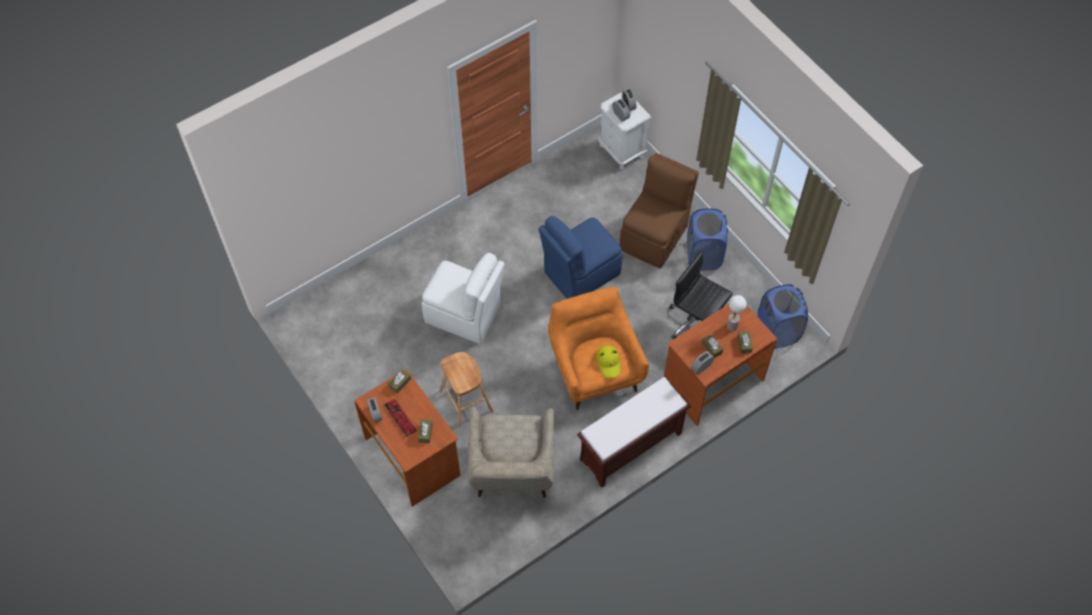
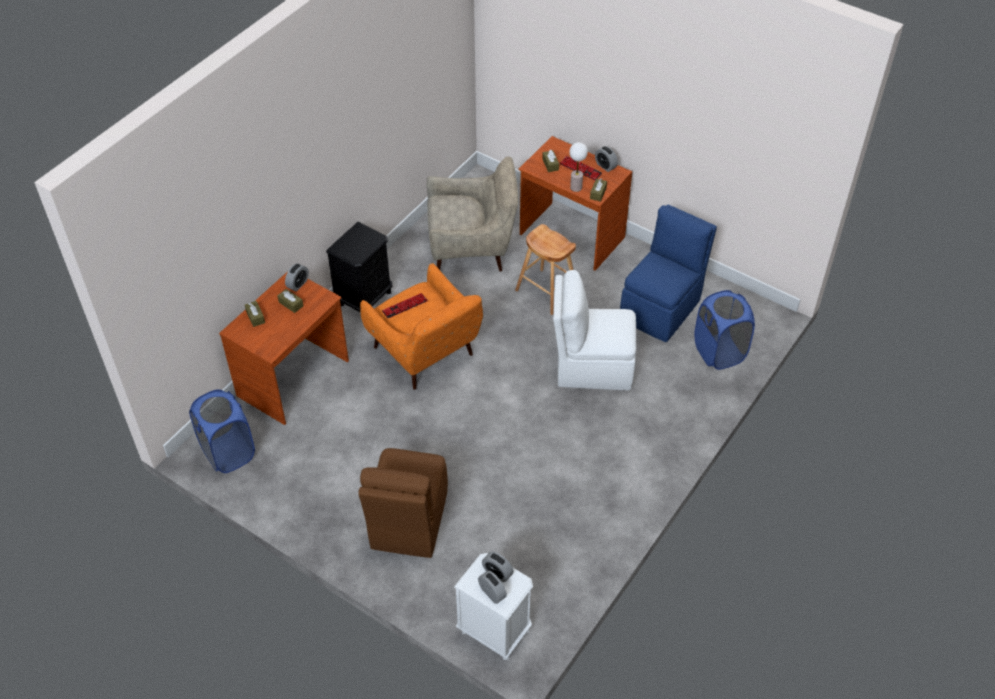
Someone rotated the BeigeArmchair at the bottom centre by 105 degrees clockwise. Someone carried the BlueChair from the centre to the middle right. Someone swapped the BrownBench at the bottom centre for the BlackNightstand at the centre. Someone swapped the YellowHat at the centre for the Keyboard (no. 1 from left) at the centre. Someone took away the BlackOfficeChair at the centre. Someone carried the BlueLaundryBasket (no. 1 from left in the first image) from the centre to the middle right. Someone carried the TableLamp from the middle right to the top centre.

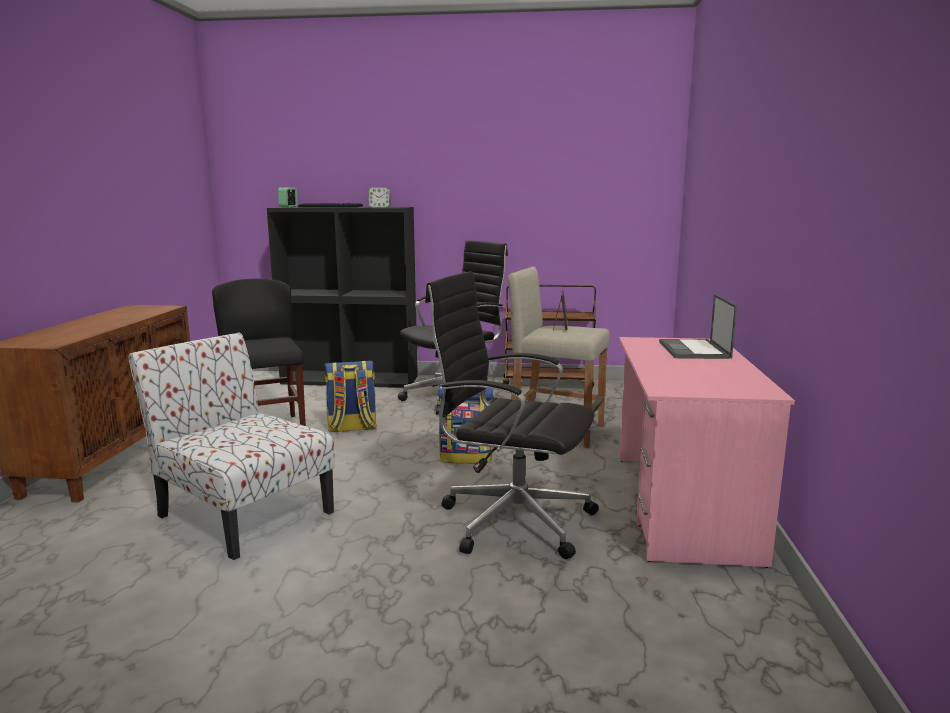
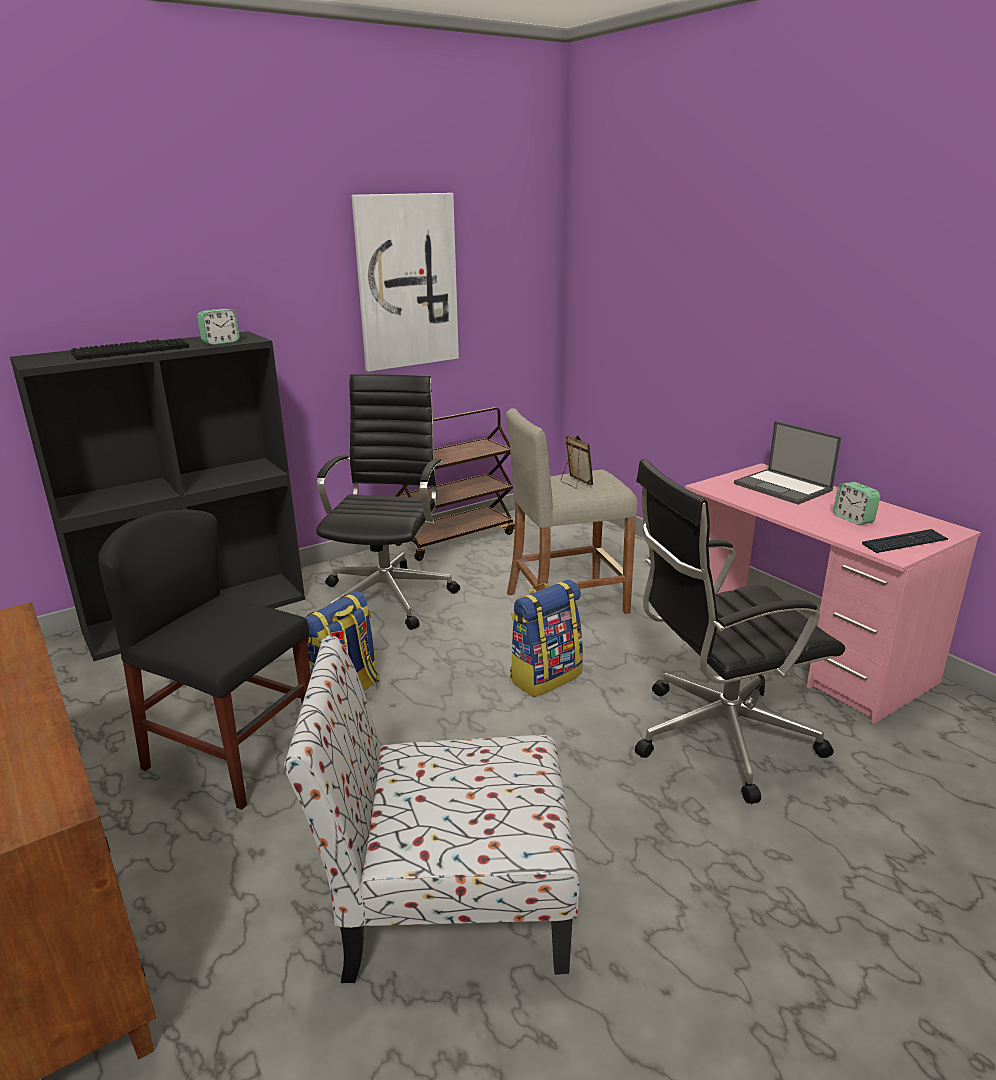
Someone carried the AlarmClock (no. 1 from left in the first image) from the top left to the middle right. Someone put up the Picture at the top centre. Someone put down the Keyboard (no. 2 from left) at the middle right.

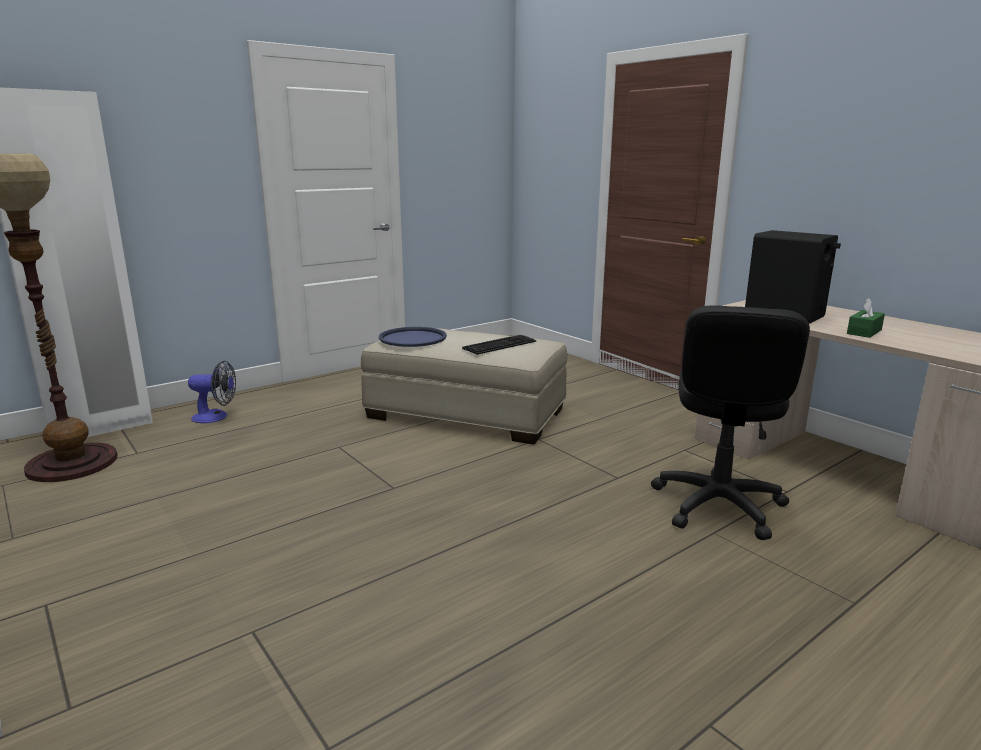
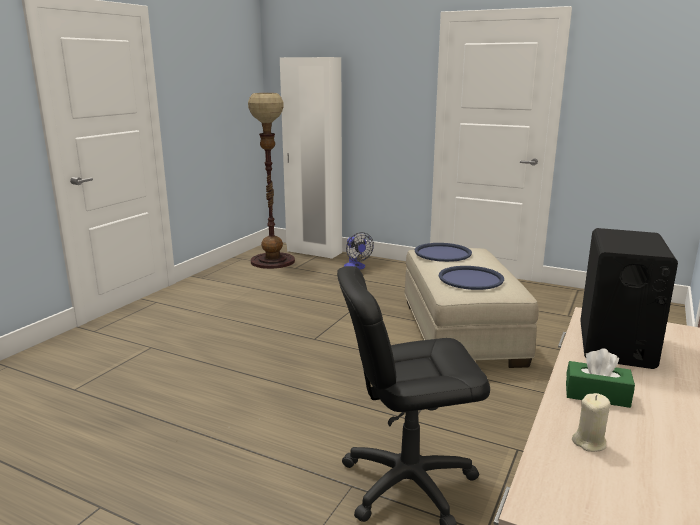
Someone swapped the Keyboard at the centre for the BlueTray (no. 2 from left) at the middle right. Someone put down the BeigeCandle at the bottom right.

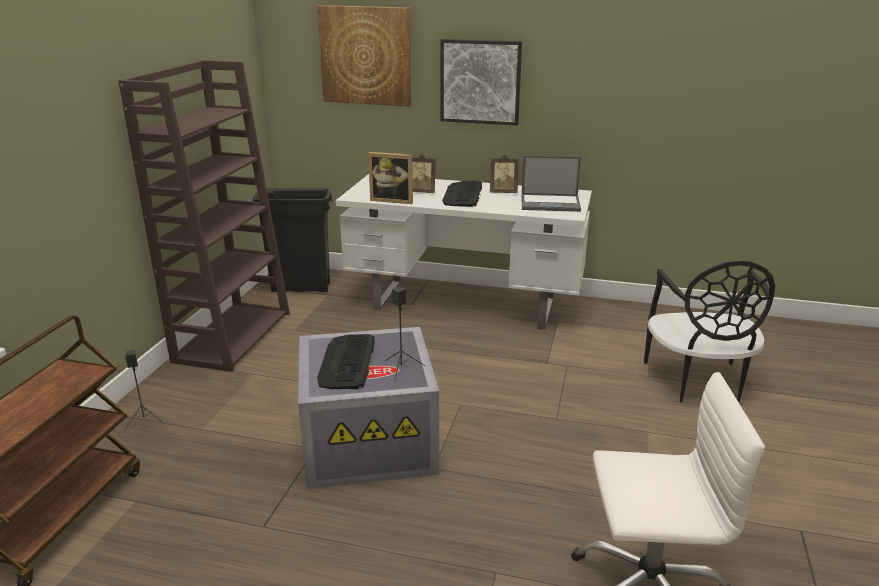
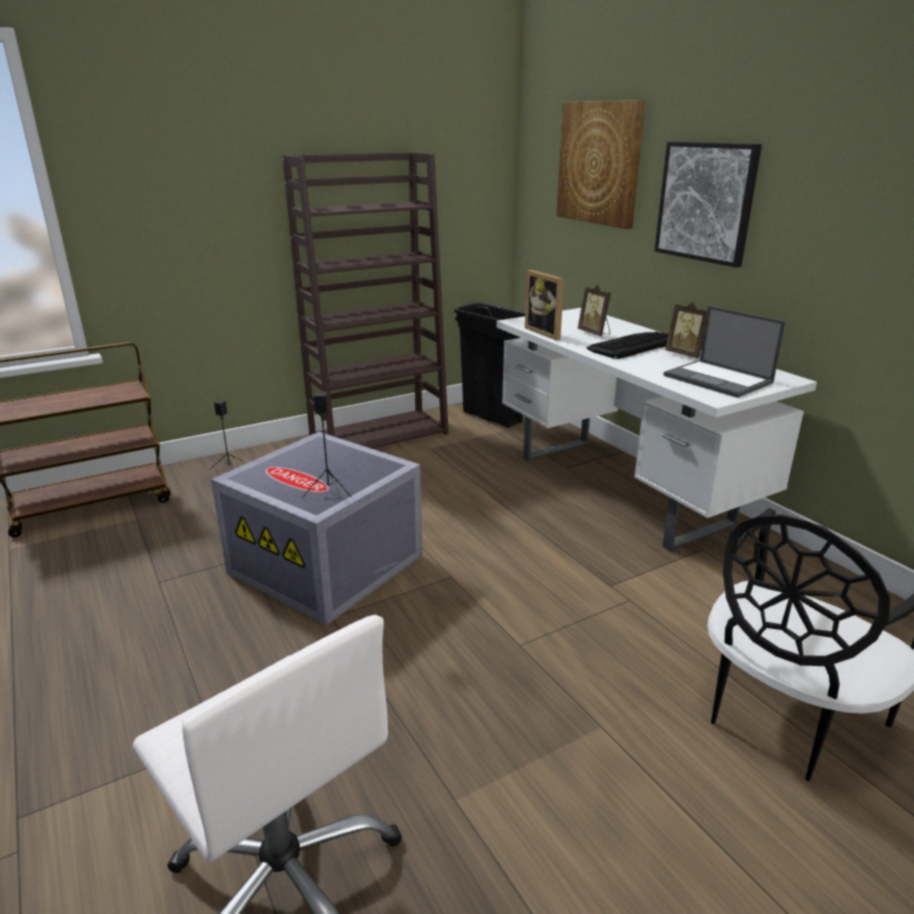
Someone took away the Keyboard (no. 1 from left) at the centre.

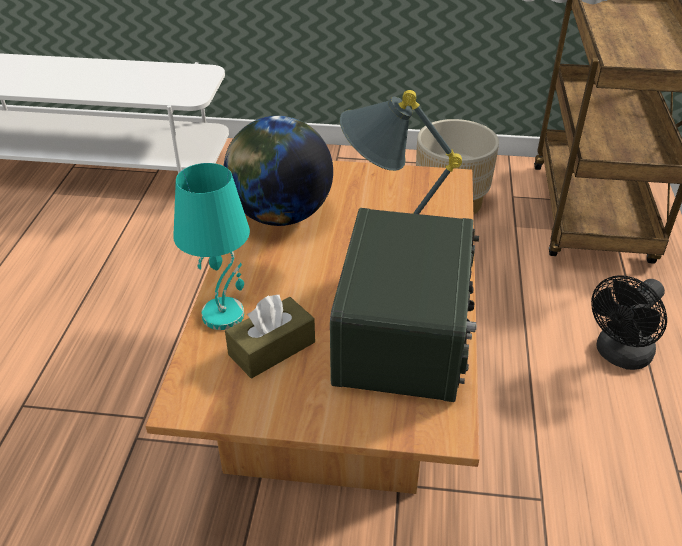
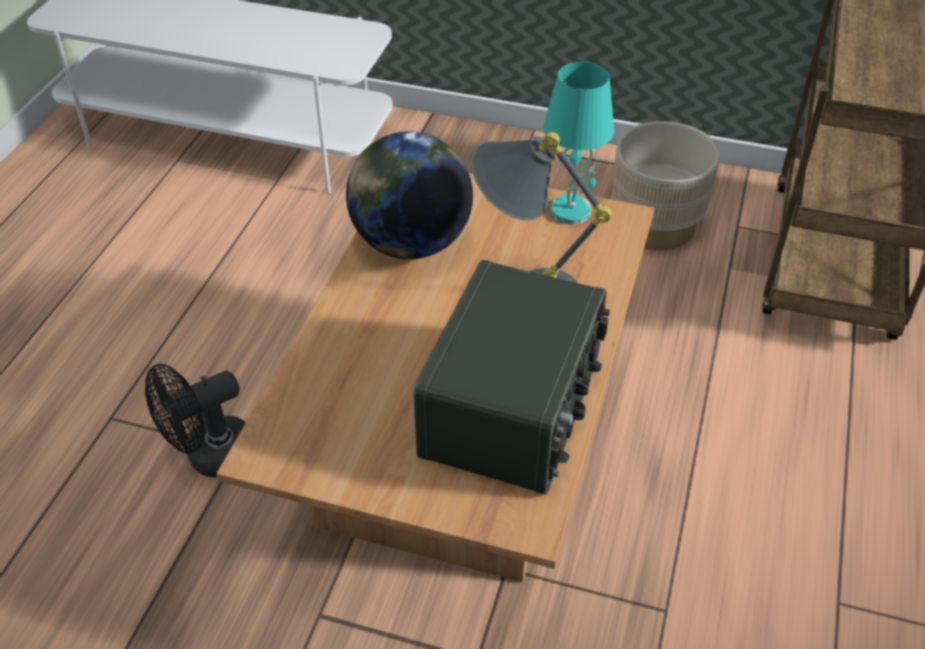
Someone carried the TurquoiseTableLamp from the middle left to the top centre. Someone took away the BrownTissueBox at the centre. Someone carried the BlackFan from the middle right to the middle left.

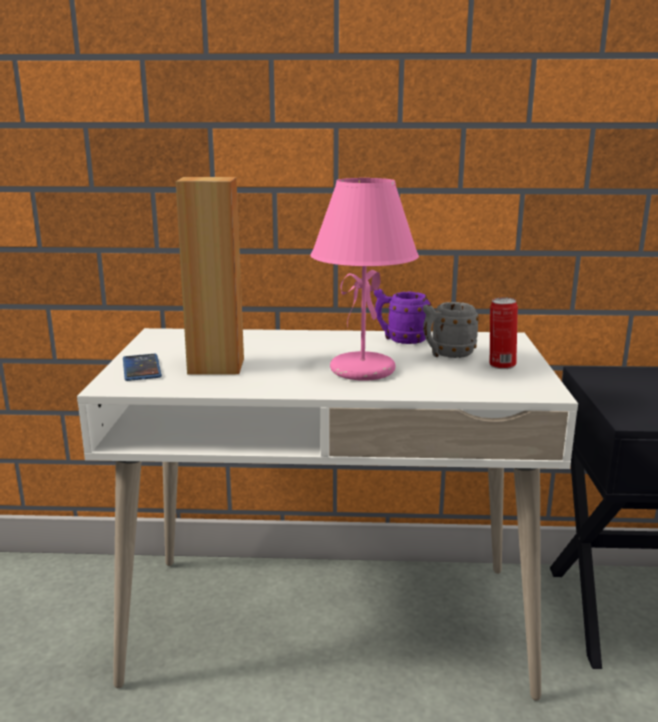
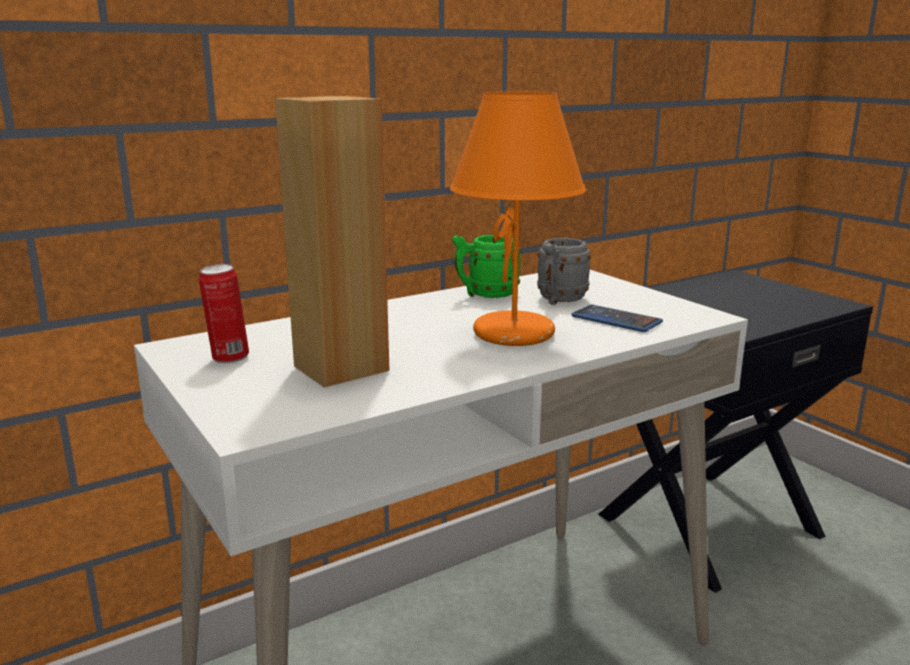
Someone carried the Phone from the middle left to the middle right. Someone repainted the PinkTableLamp at the centre, which became the OrangeTableLamp at the top centre. Someone repainted the PurpleMug at the centre, which became the GreenMug at the centre. Someone carried the Can from the middle right to the middle left.

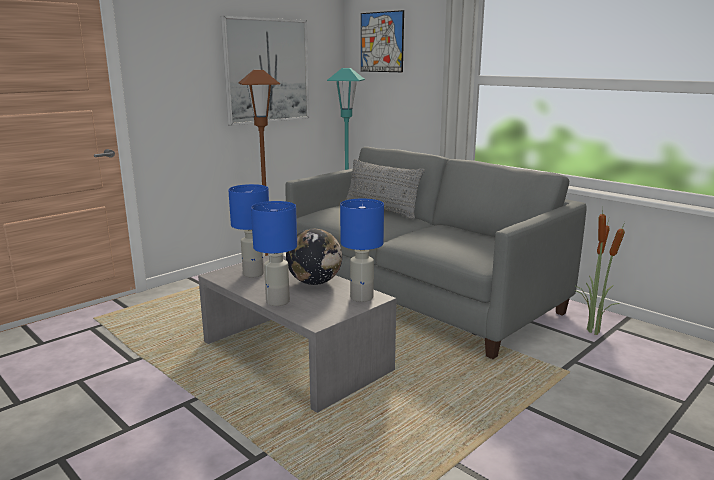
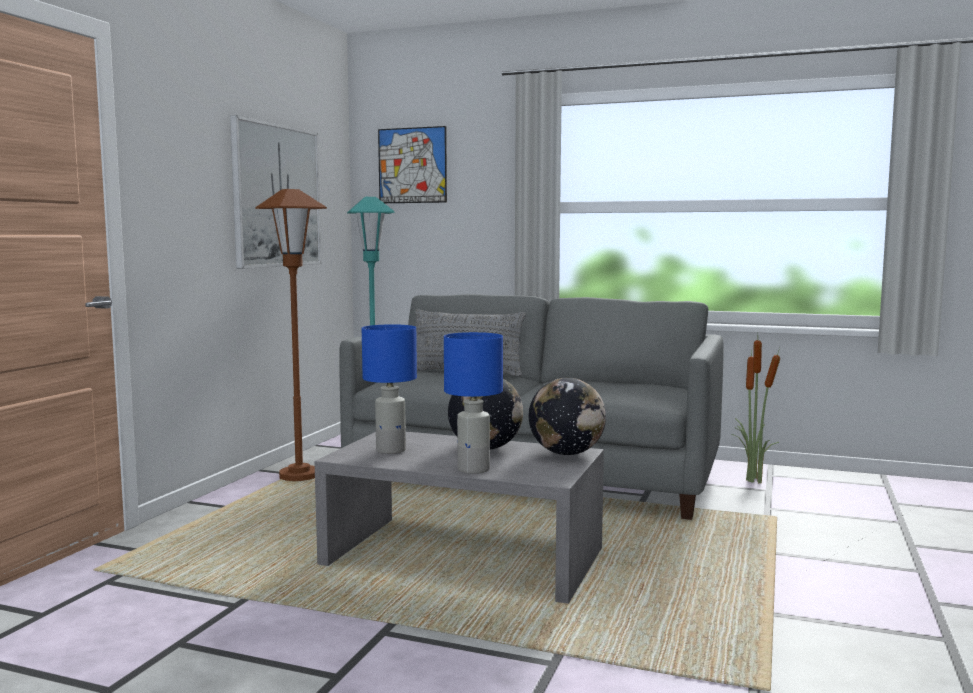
Someone swapped the BlueTableLamp (no. 3 from left) at the centre for the Globe (no. 2 from left) at the centre.

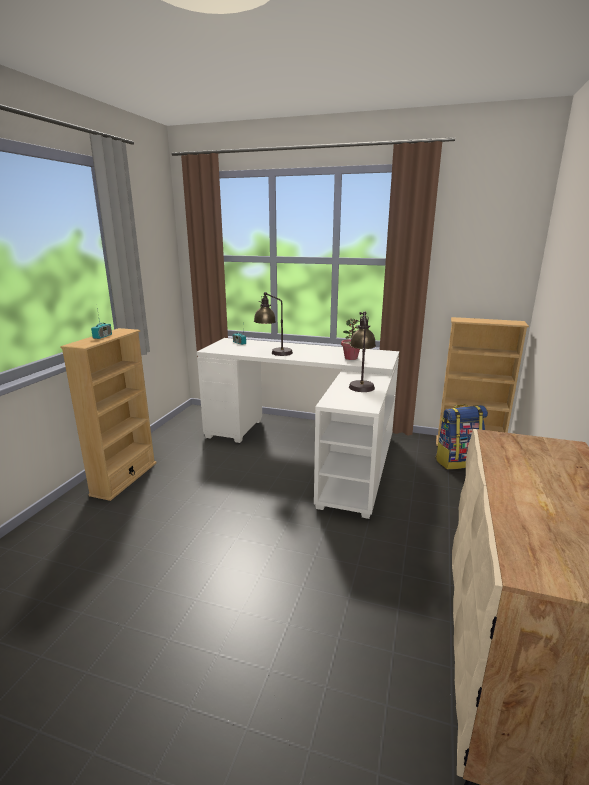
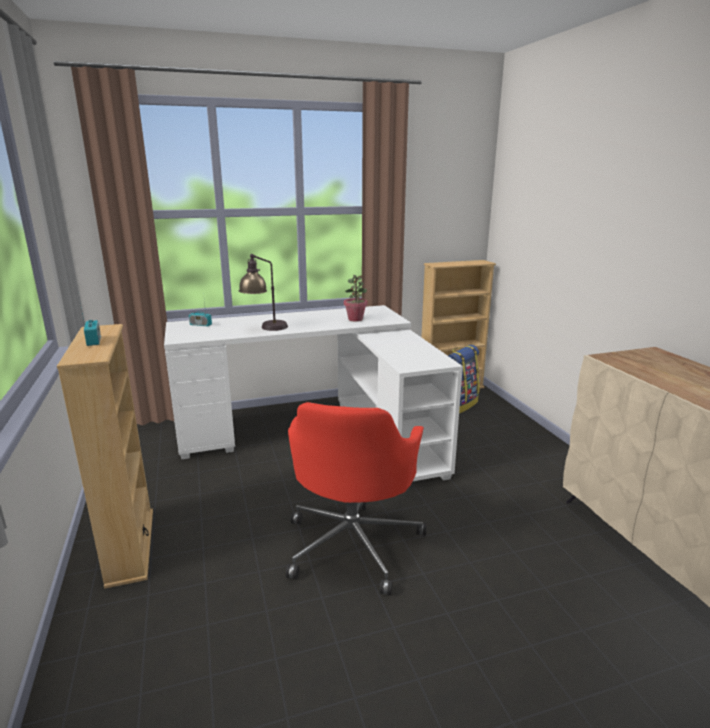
Someone took away the TableLamp (no. 2 from left) at the centre. Someone put down the RedOfficeChair at the bottom centre.

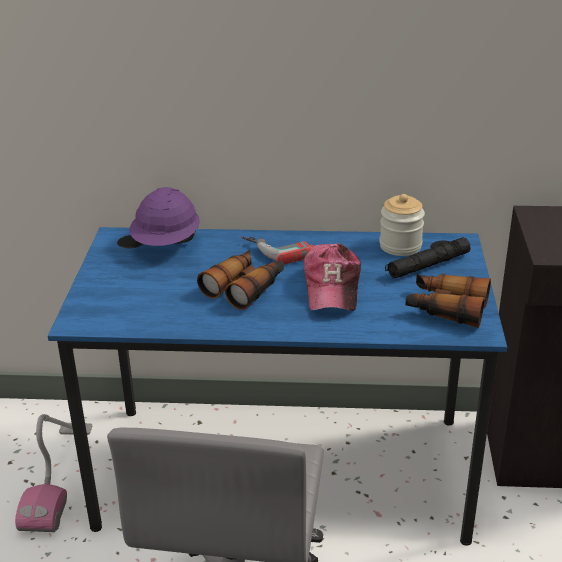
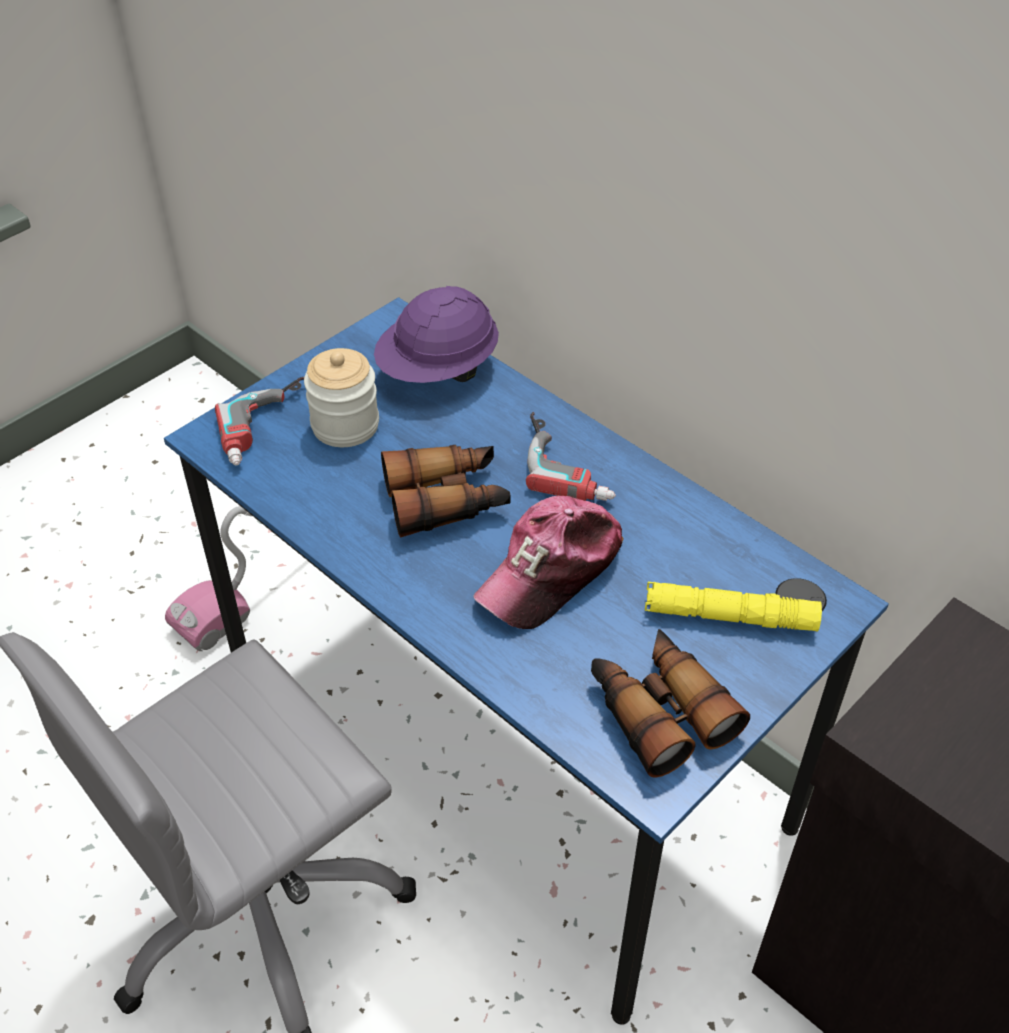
Someone carried the Jar from the middle right to the centre. Someone repainted the BlackFlashlight at the middle right, which became the YellowFlashlight at the middle right. Someone put down the PowerDrill (no. 1 from left) at the middle left.

